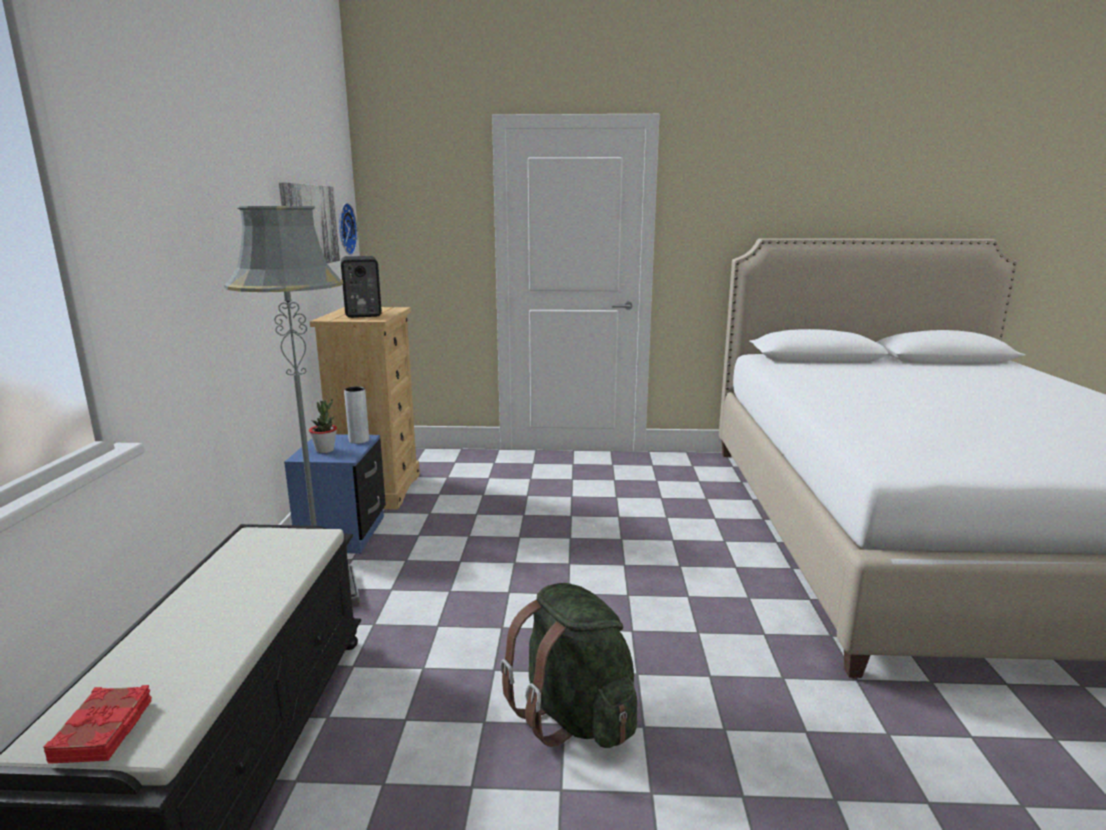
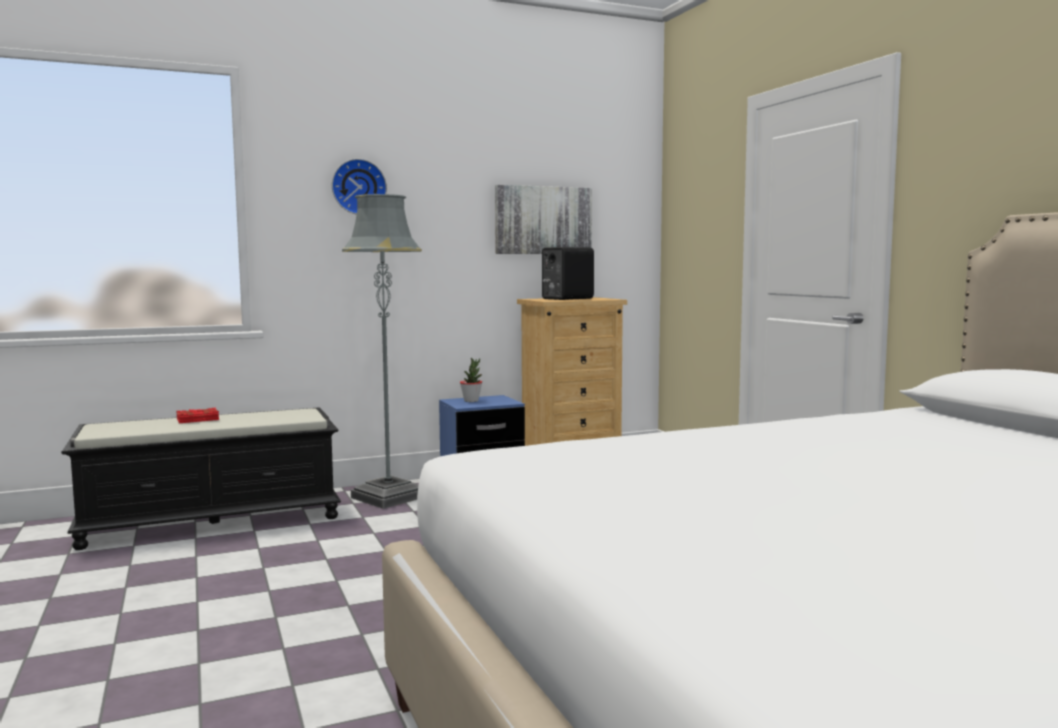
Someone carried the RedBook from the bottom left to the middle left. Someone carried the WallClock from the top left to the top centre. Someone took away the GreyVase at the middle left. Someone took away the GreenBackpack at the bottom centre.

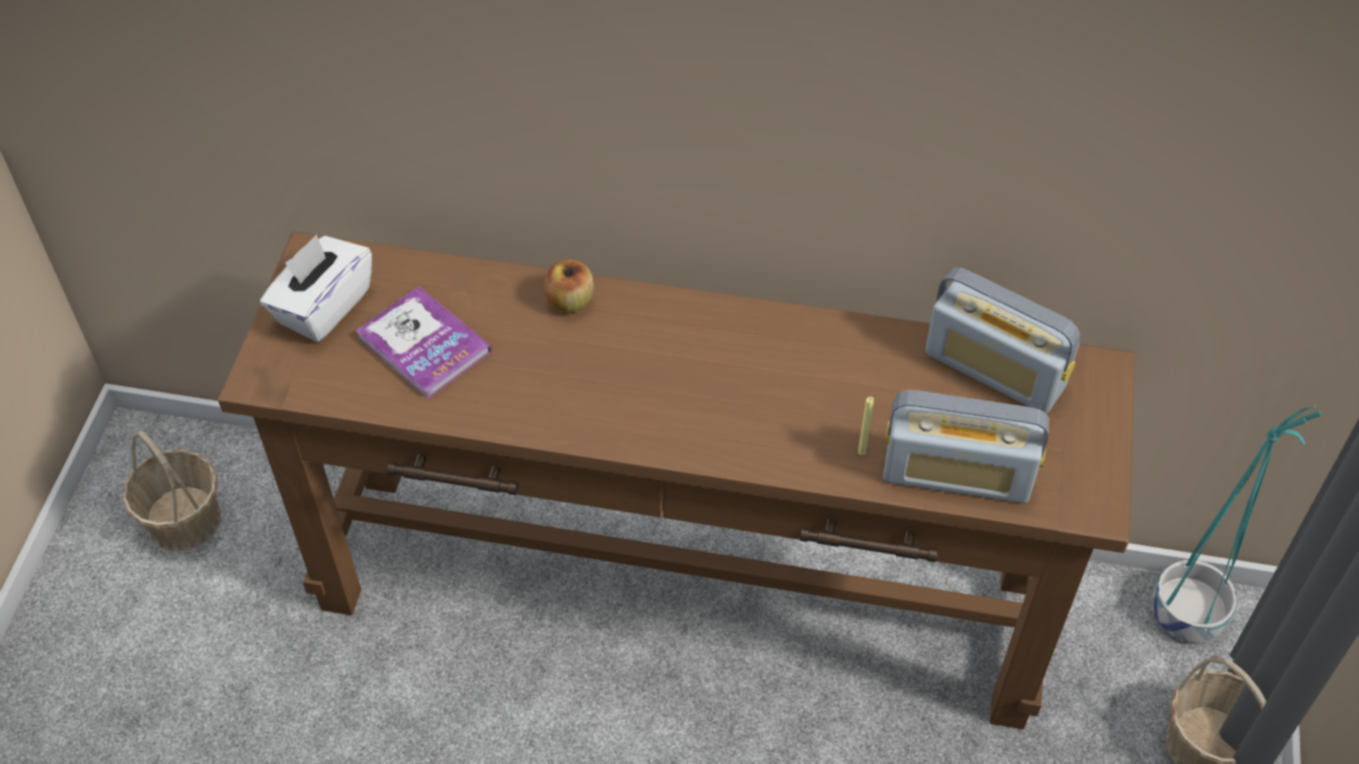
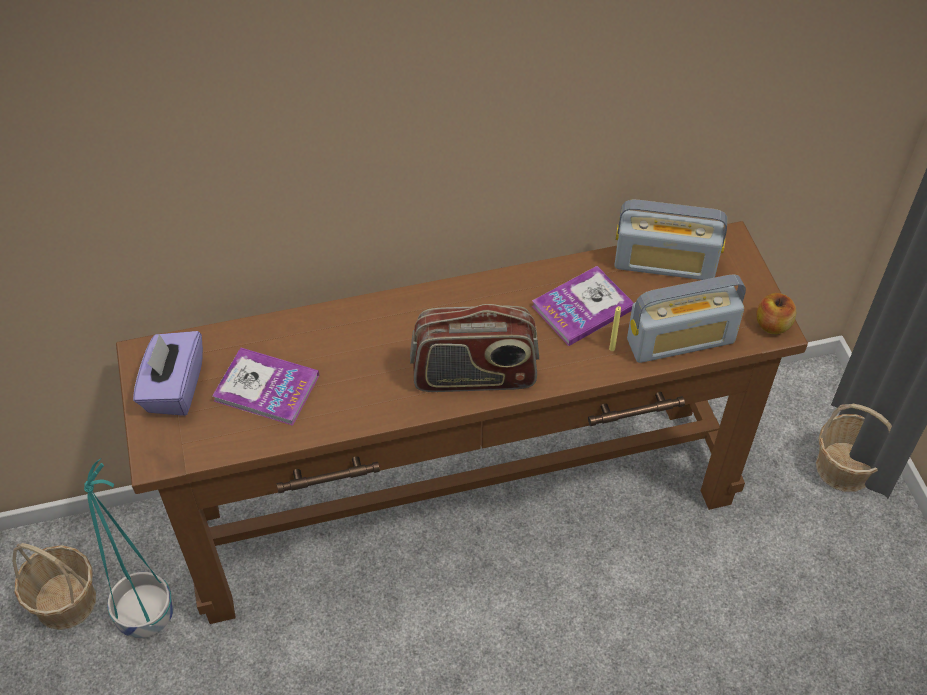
Someone repainted the WhiteTissueBox at the middle left, which became the PurpleTissueBox at the middle left. Someone carried the Apple from the centre to the middle right. Someone carried the TurquoisePlanter from the bottom right to the bottom left. Someone put down the Radio (no. 1 from left) at the centre. Someone put down the Book (no. 2 from left) at the centre.

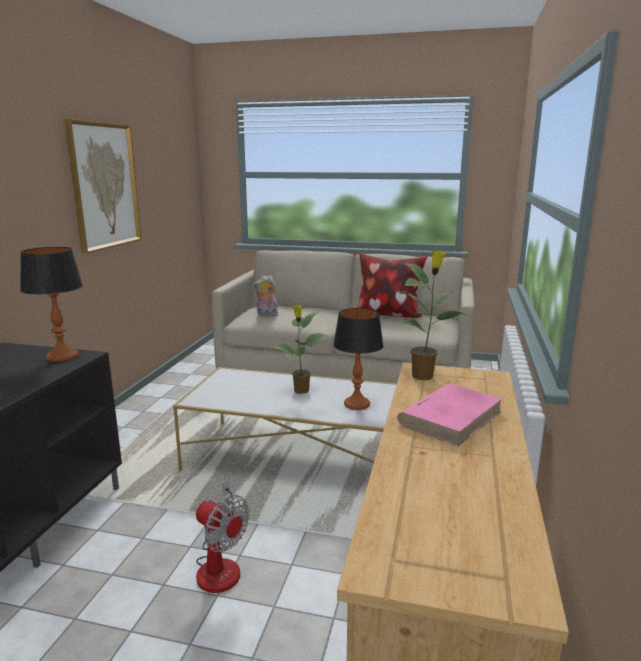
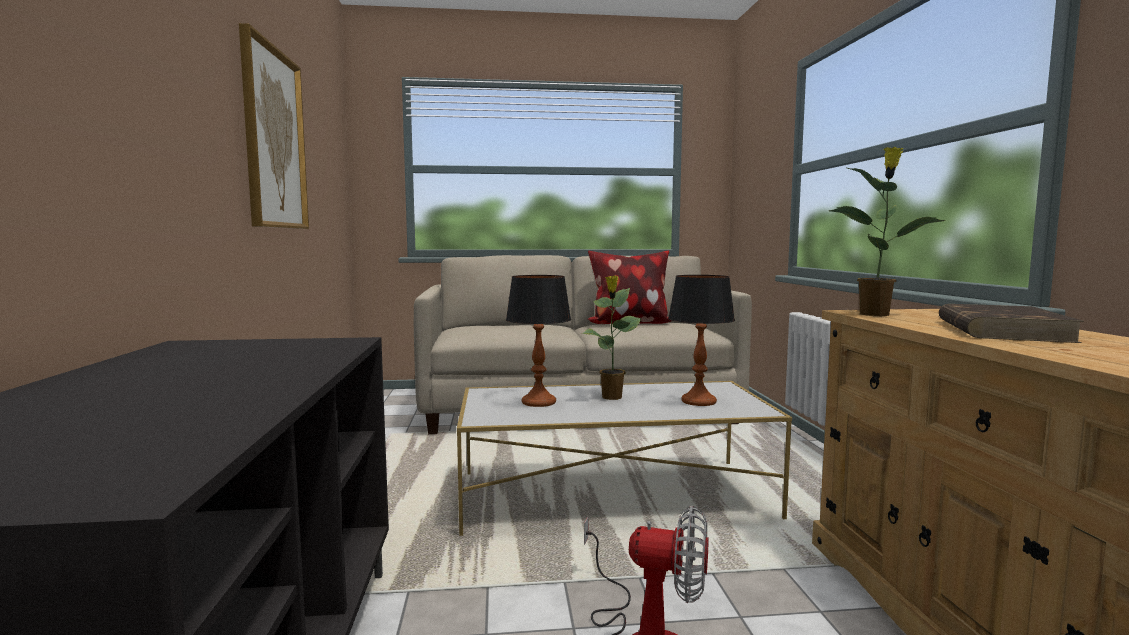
Someone carried the TableLamp (no. 1 from left) from the middle left to the centre. Someone took away the PlushToy at the centre. Someone repainted the PinkBook at the middle right, which became the BrownBook at the middle right.

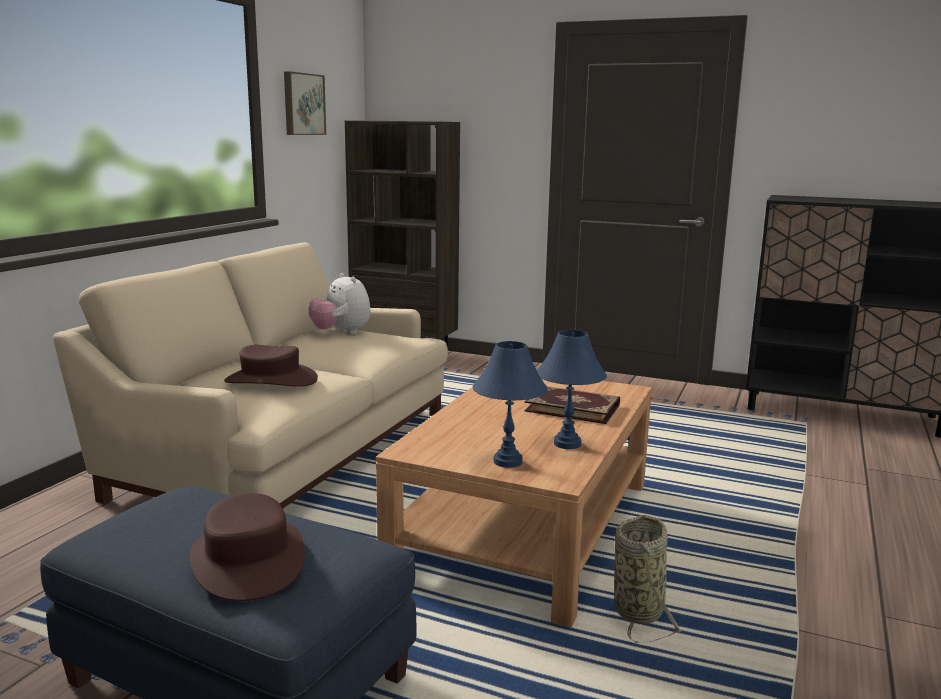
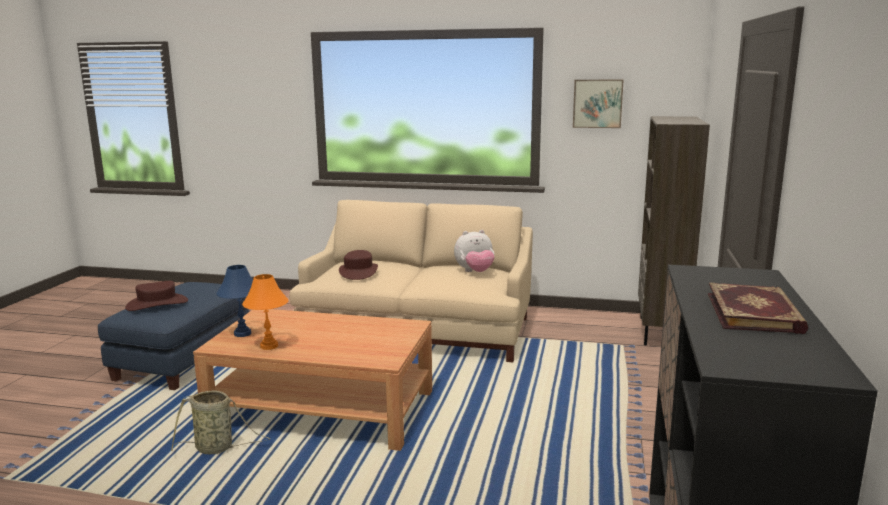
Someone rotated the PlushToy at the centre by 150 degrees counterclockwise. Someone carried the Book from the centre to the middle right. Someone repainted the BlueTableLamp (no. 2 from left) at the centre, which became the OrangeTableLamp at the middle left.

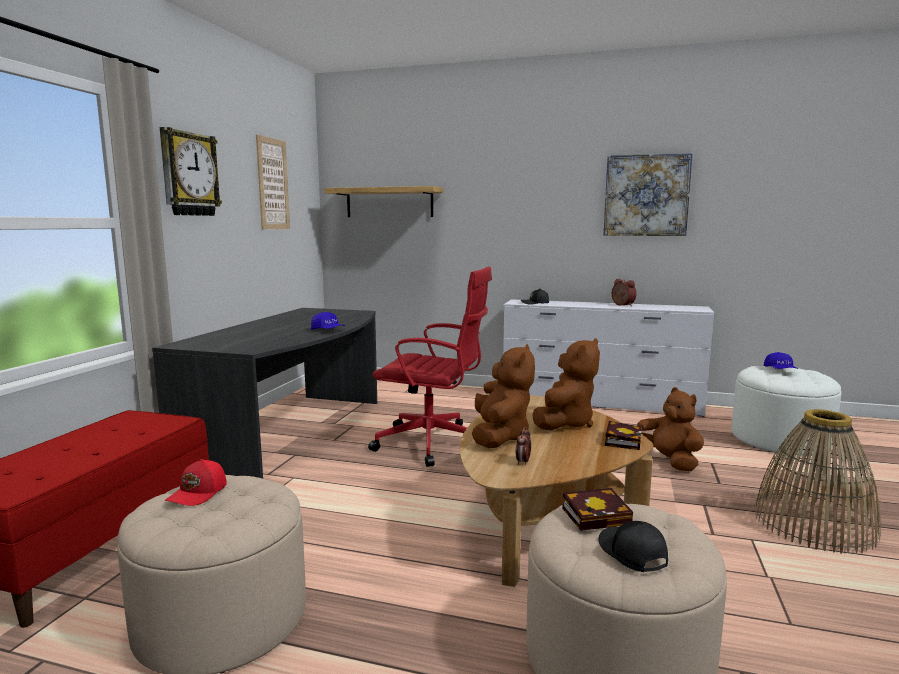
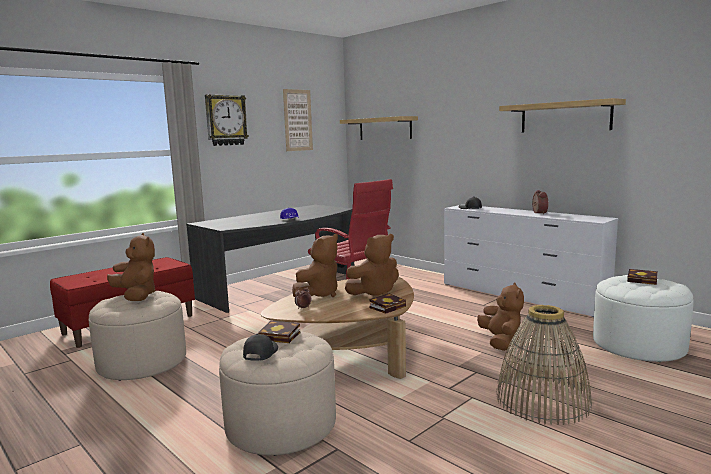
Someone swapped the RedCap at the bottom left for the BrownPlushToy (no. 1 from left) at the middle left. Someone swapped the Picture (no. 2 from left) at the top right for the Shelf (no. 2 from left) at the top right. Someone swapped the BlueCap (no. 2 from left) at the middle right for the Book (no. 3 from left) at the middle right.

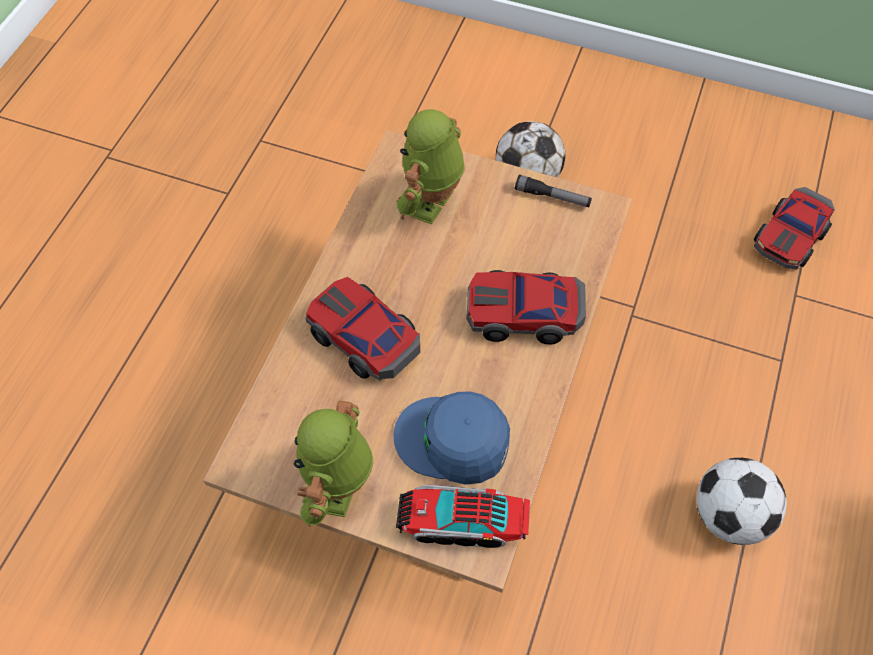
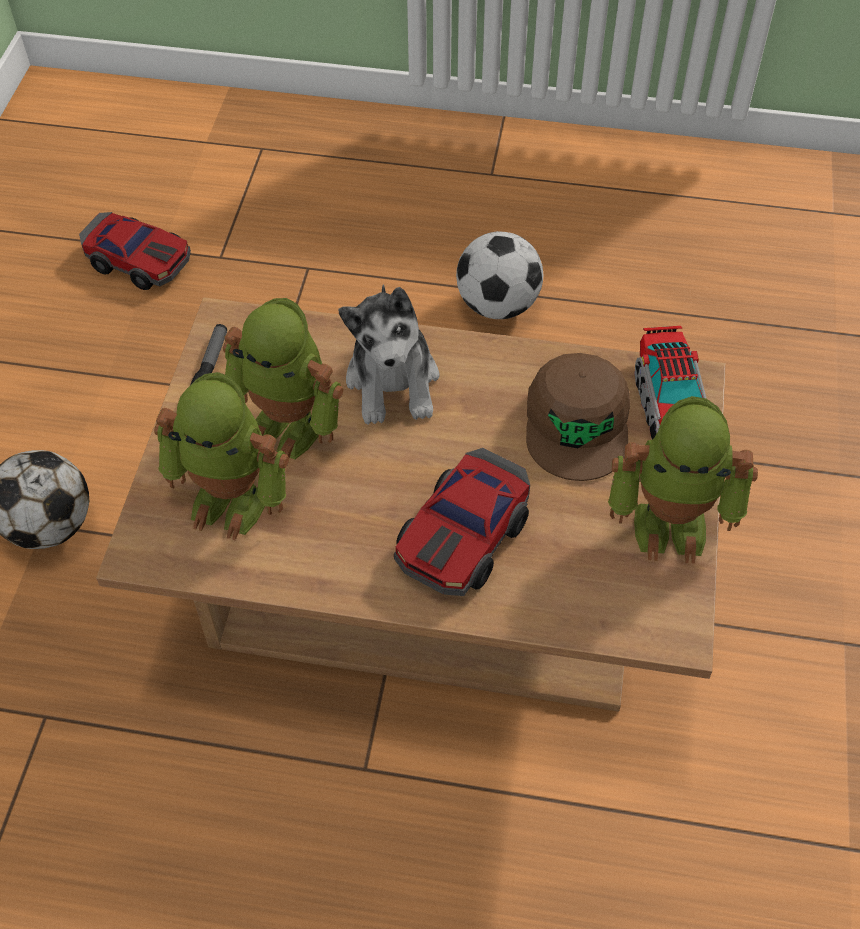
Someone repainted the BlueCap at the bottom centre, which became the BrownCap at the middle right. Someone swapped the ToyCar (no. 2 from left) at the centre for the PlushToy at the centre. Someone put down the ToyRobot (no. 2 from left) at the middle left.

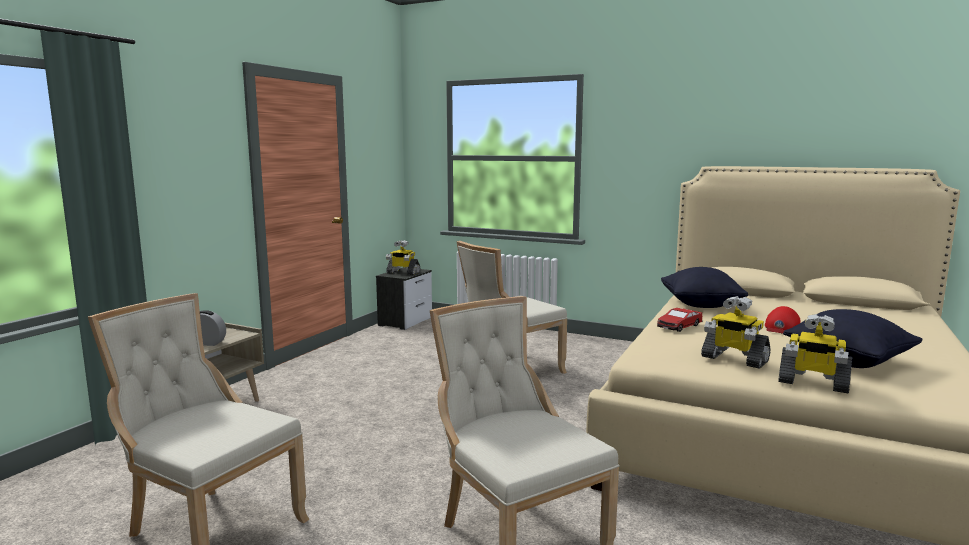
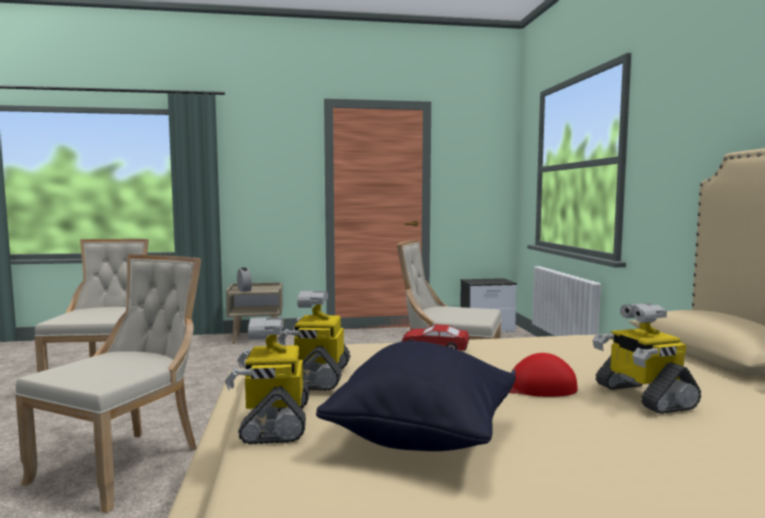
Someone carried the ToyRobot (no. 1 from left in the first image) from the centre to the bottom right. Someone took away the BlackPillow (no. 1 from left) at the middle right.

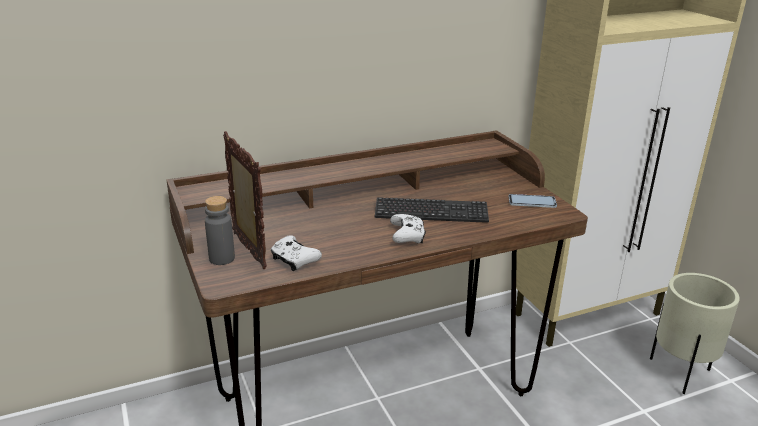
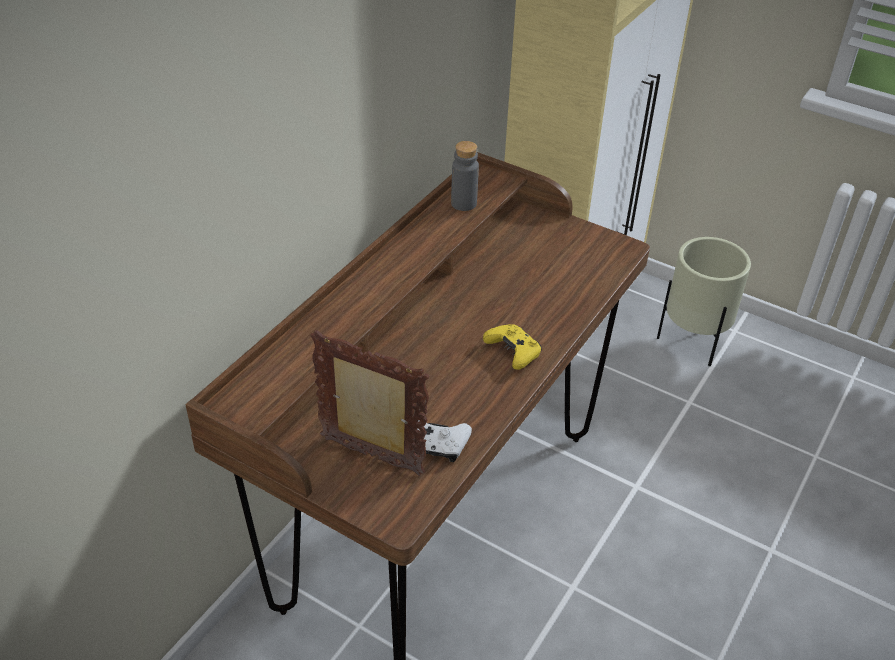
Someone carried the GreyBottle from the middle left to the top centre. Someone took away the Keyboard at the centre. Someone repainted the WhiteGameController (no. 2 from left) at the centre, which became the YellowGameController at the centre. Someone took away the Phone at the middle right.

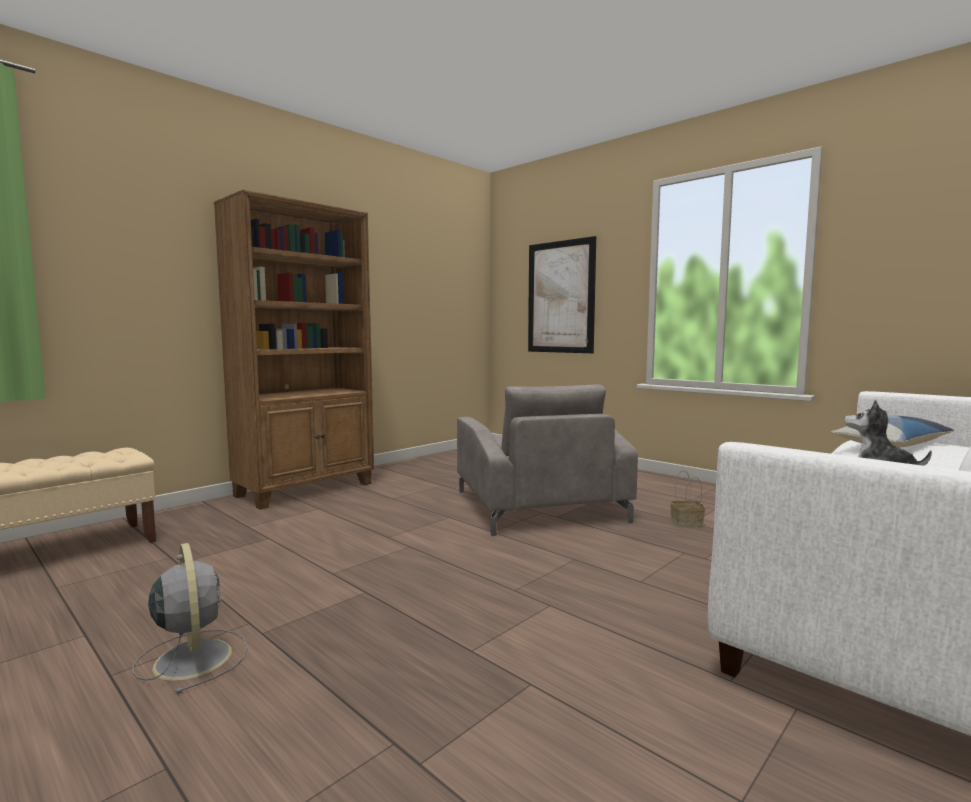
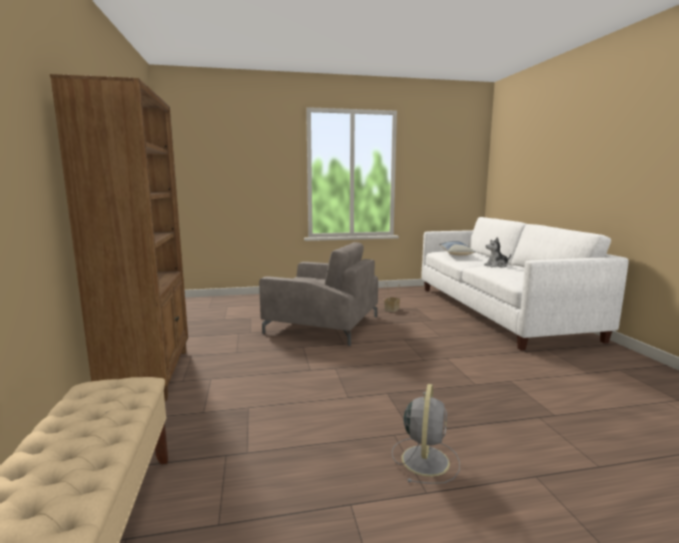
Someone rotated the GreyFan at the bottom left by 105 degrees clockwise. Someone took away the Picture at the centre.

